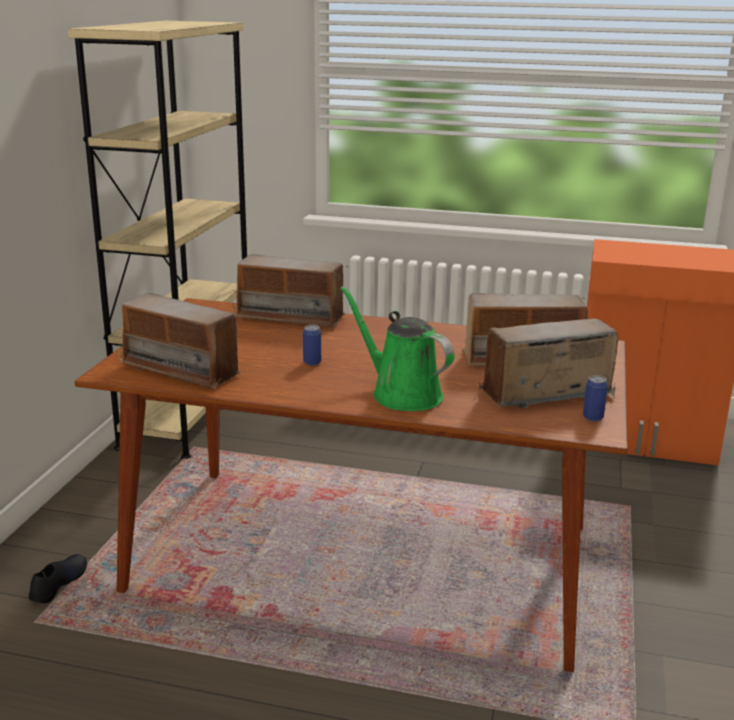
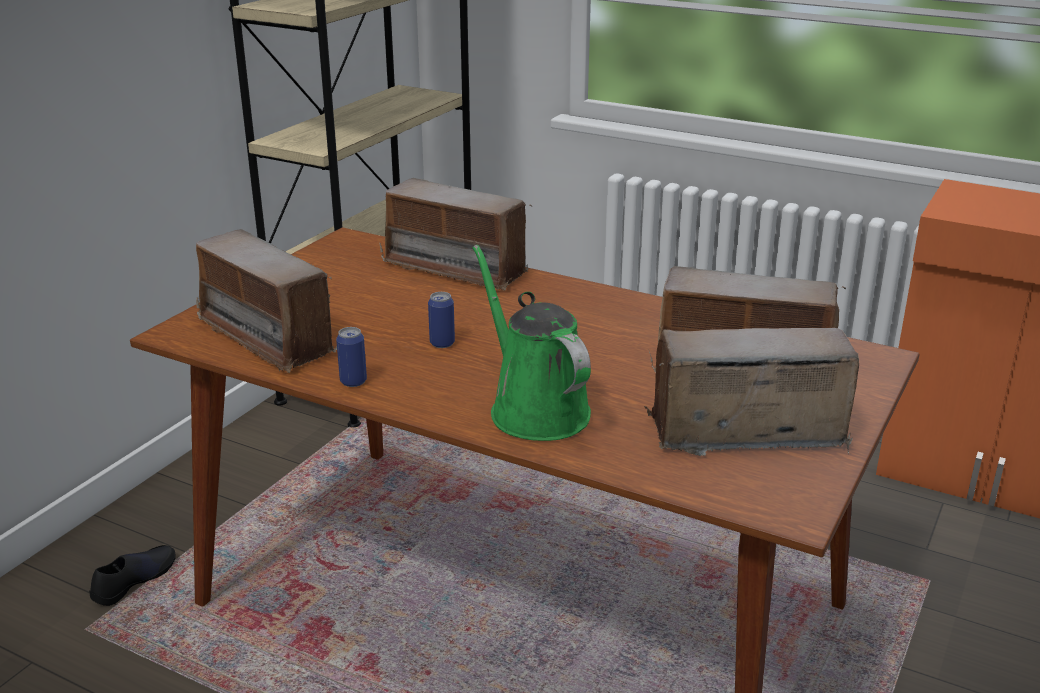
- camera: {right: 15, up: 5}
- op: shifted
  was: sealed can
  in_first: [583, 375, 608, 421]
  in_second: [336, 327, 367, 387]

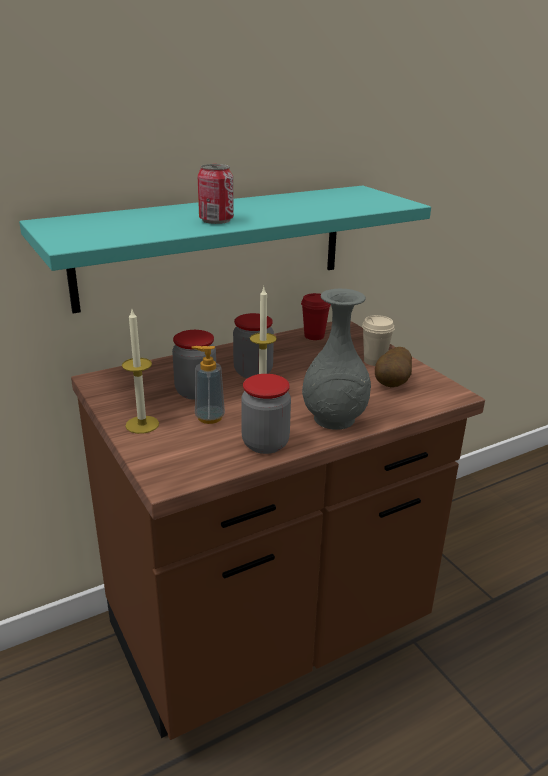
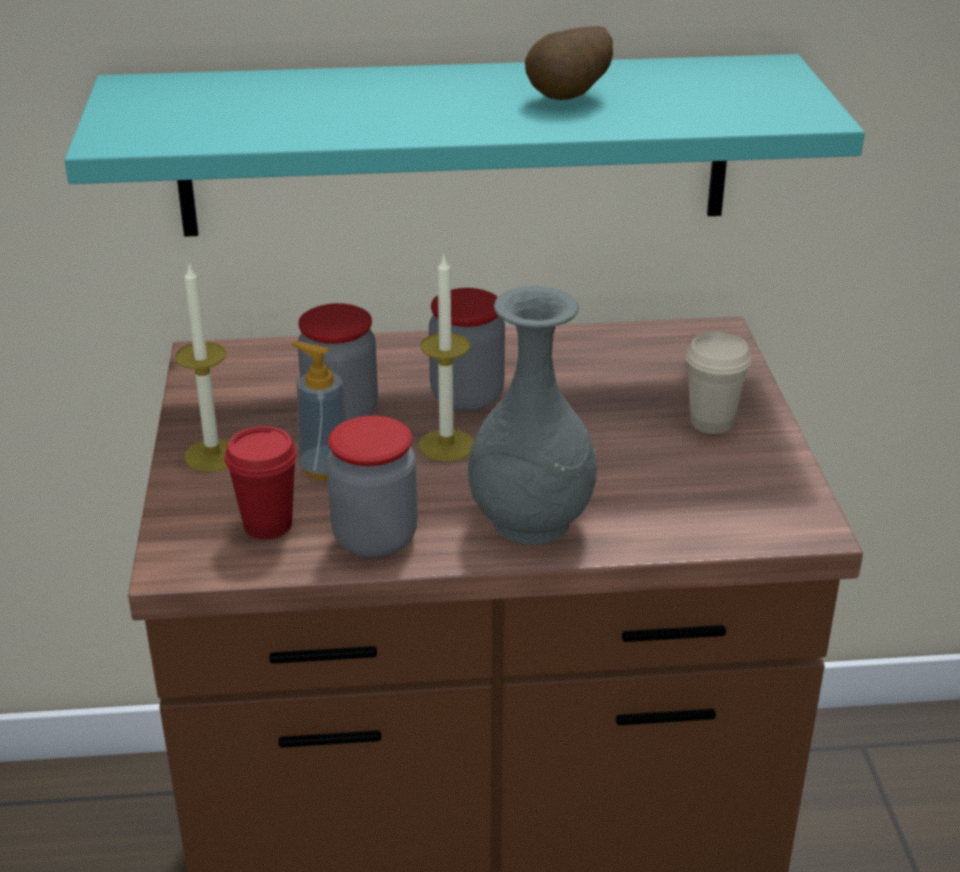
- camera: {right: 25, up: 5}
- op: gone
  was: sealed can
  in_first: [198, 164, 234, 224]
- op: shifted
  was: reddish cup
  in_first: [301, 293, 331, 340]
  in_second: [224, 426, 298, 539]
- op: shifted
  was: whole potato
  in_first: [375, 347, 412, 387]
  in_second: [525, 26, 613, 100]

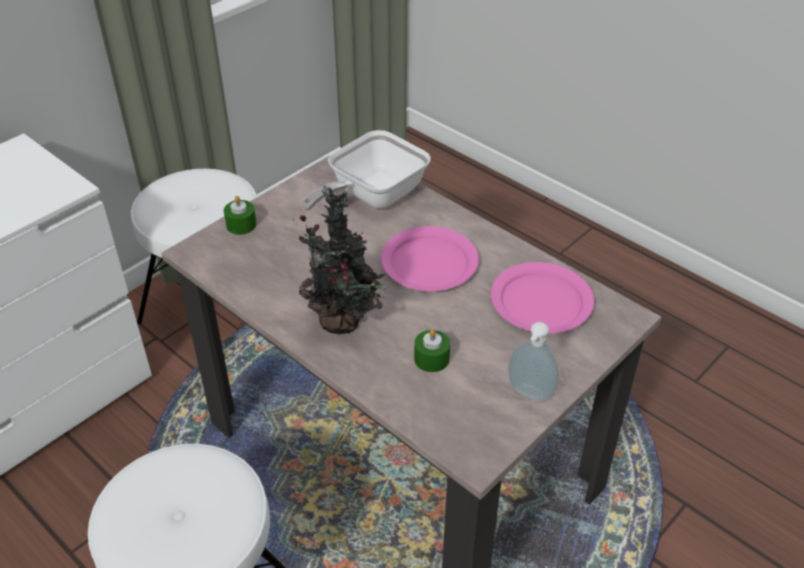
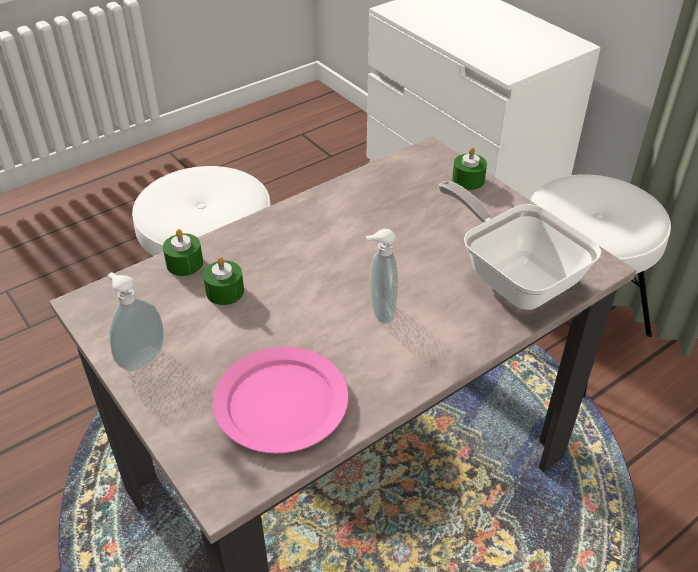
- camera: {right: 100, up: 0}
- op: gone
  was: potted plant
  in_first: [293, 186, 387, 335]
- op: swapped
  was: pink flat dish
  now: soap bottle
  in_first: [381, 226, 479, 291]
  in_second: [366, 229, 398, 324]
- op: new
  now: green-coloured wax candle
  in_second: [163, 229, 203, 276]

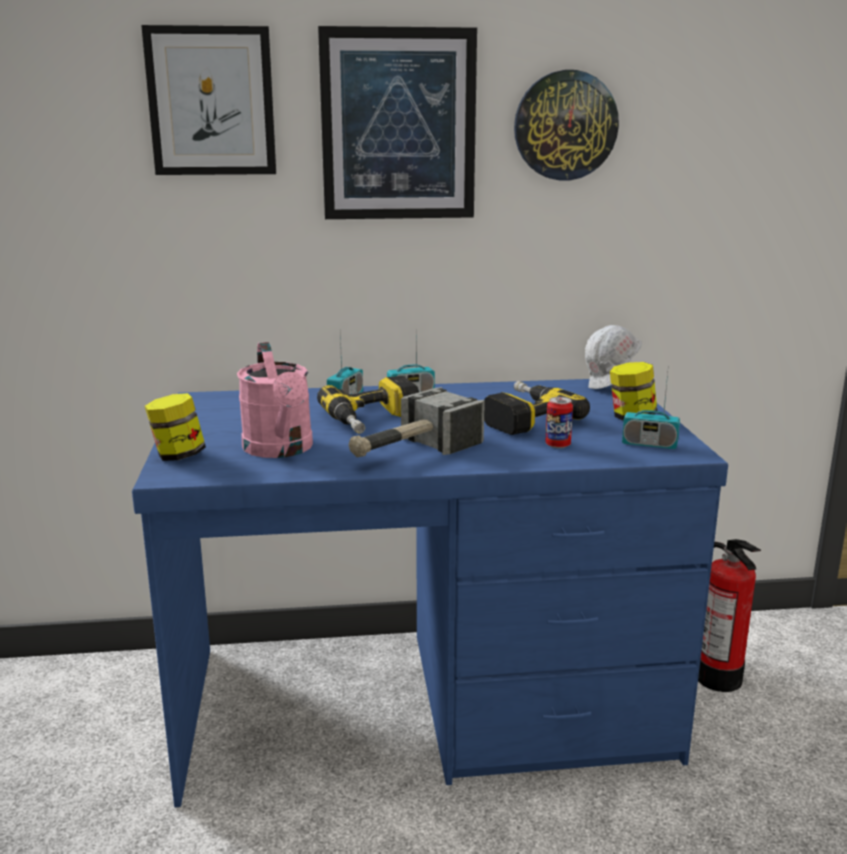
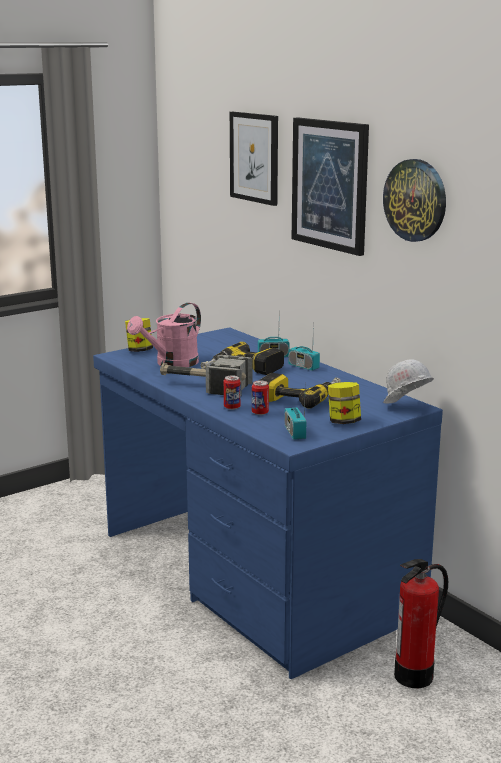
- camera: {right: 60, up: 0}
- op: new
  now: sealed can
  in_second: [224, 376, 241, 410]

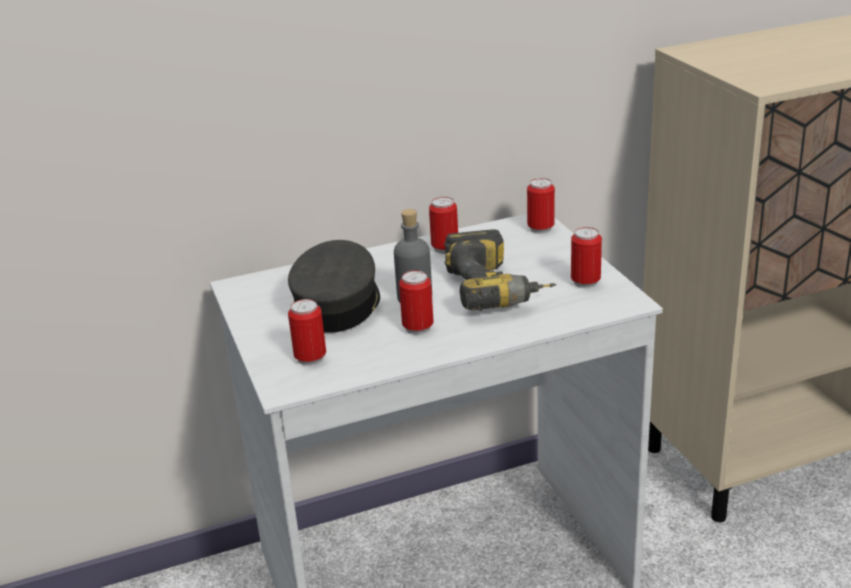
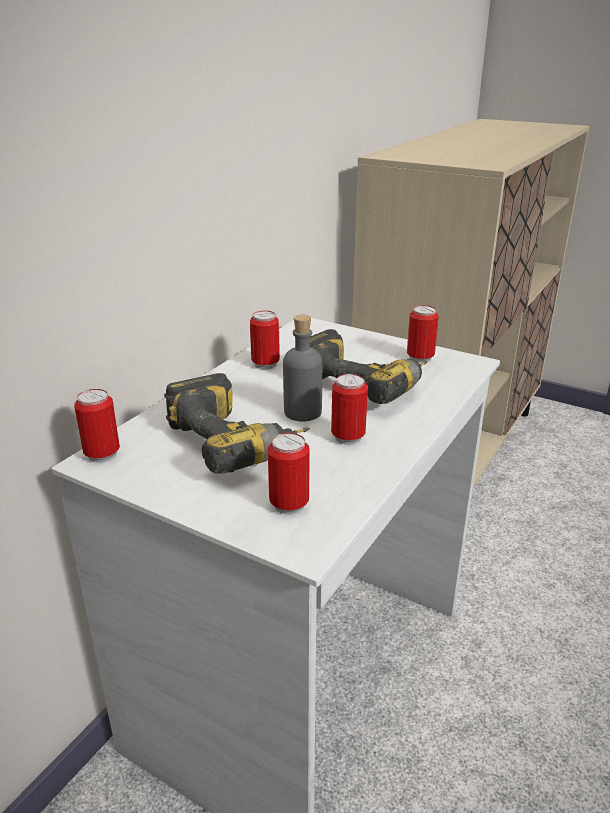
- camera: {right: -40, up: 0}
- op: shifted
  was: sealed can
  in_first: [527, 178, 555, 234]
  in_second: [74, 389, 120, 463]
- op: swapped
  was: gray cap
  now: electric drill
  in_first: [288, 240, 380, 333]
  in_second: [164, 373, 310, 474]

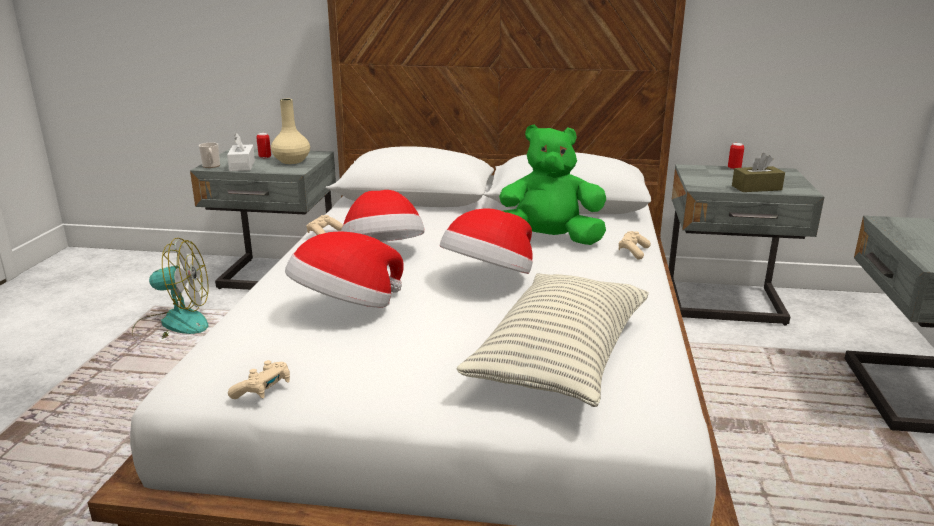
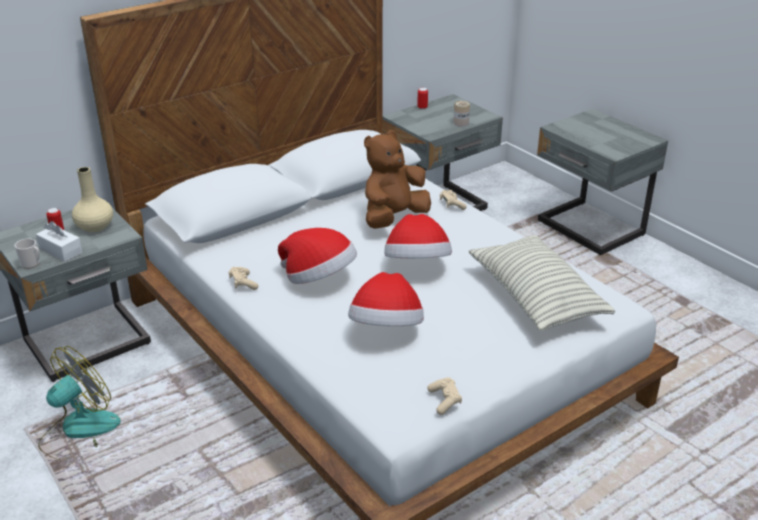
- camera: {right: -45, up: 10}
- op: repainted
  was: green-coloured cuddly toy
  now: brown cuddly toy
  in_first: [499, 124, 606, 245]
  in_second: [364, 130, 431, 229]
- op: swapped
  was: brown tissue box
  now: sealed can
  in_first: [732, 153, 785, 192]
  in_second: [453, 101, 470, 126]

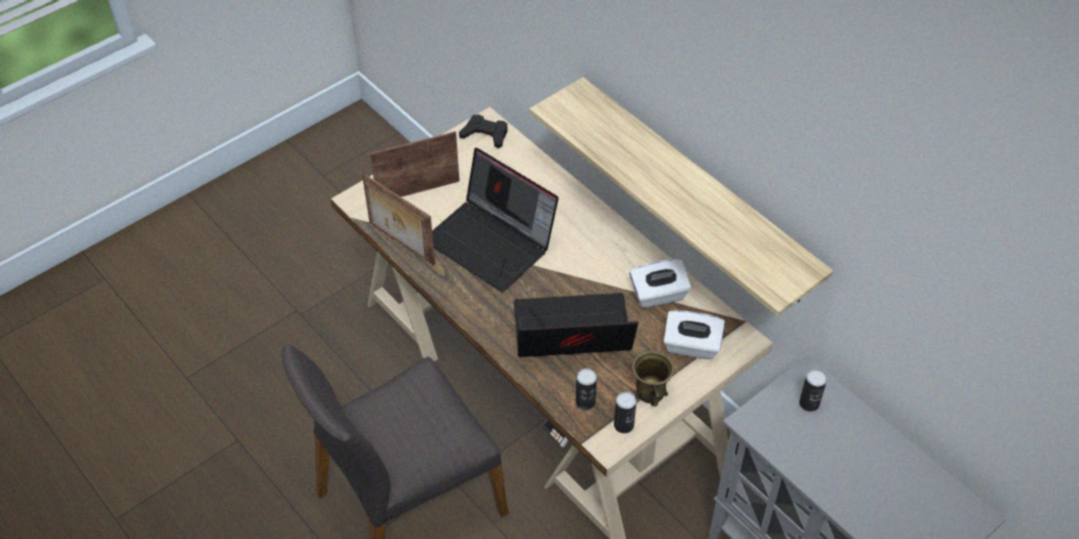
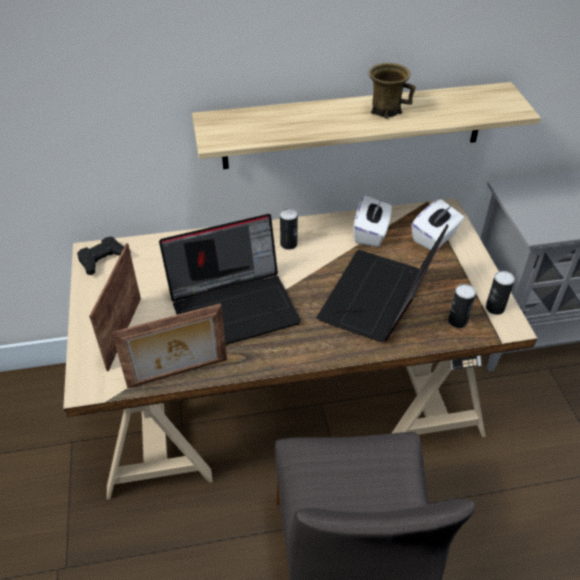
- camera: {right: -60, up: -5}
- op: shifted
  was: brown tea mug
  in_first: [632, 351, 674, 407]
  in_second: [369, 63, 416, 119]
- op: shifted
  was: sealed can
  in_first: [799, 369, 827, 412]
  in_second: [280, 208, 298, 250]

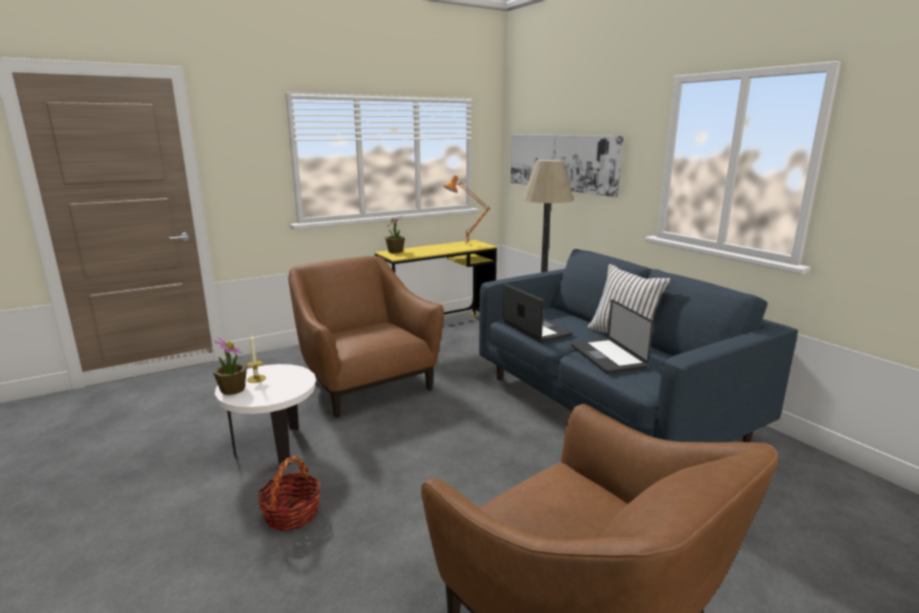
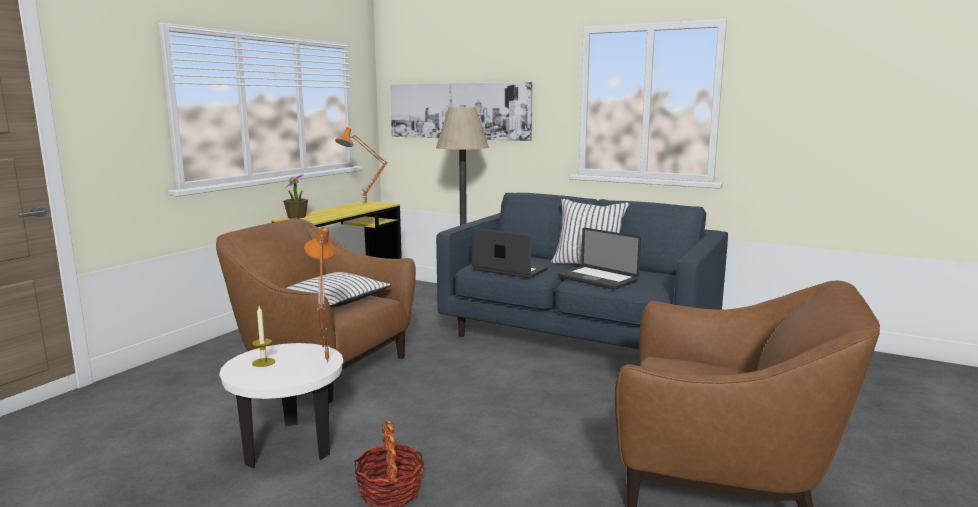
- camera: {right: -30, up: -5}
- op: gone
  was: potted plant
  in_first: [213, 337, 247, 395]
- op: new
  now: orangey table lamp
  in_second: [304, 226, 336, 364]
- op: new
  now: whitish throw pillow
  in_second: [285, 272, 391, 307]

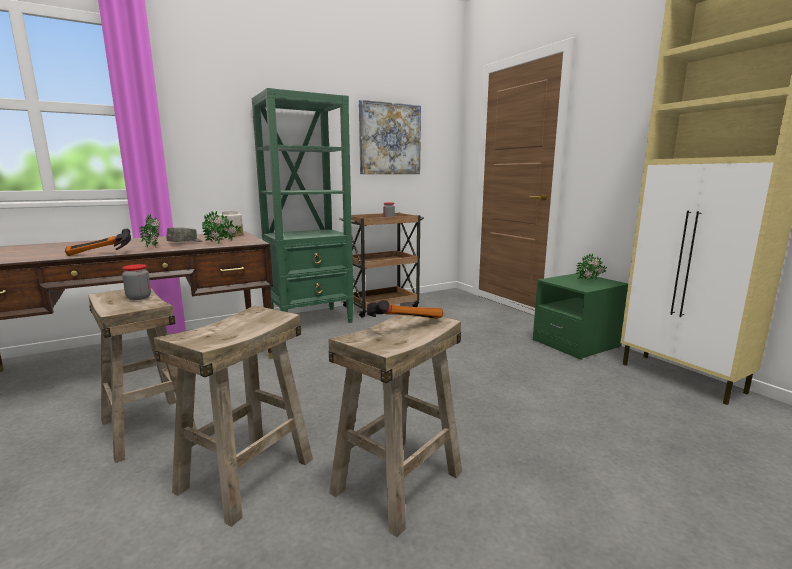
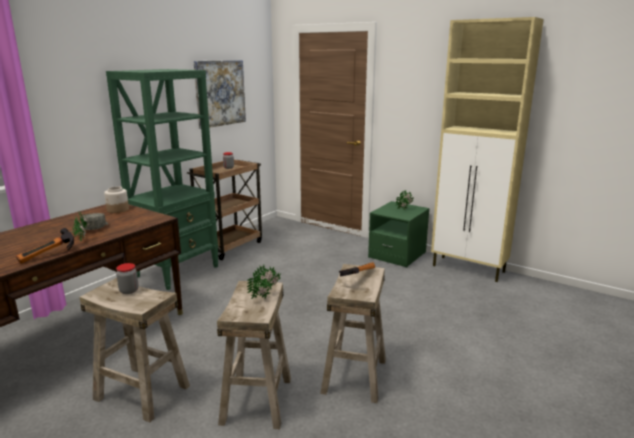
- camera: {right: -25, up: 5}
- op: shifted
  was: potted plant
  in_first: [202, 211, 241, 244]
  in_second: [247, 265, 281, 299]

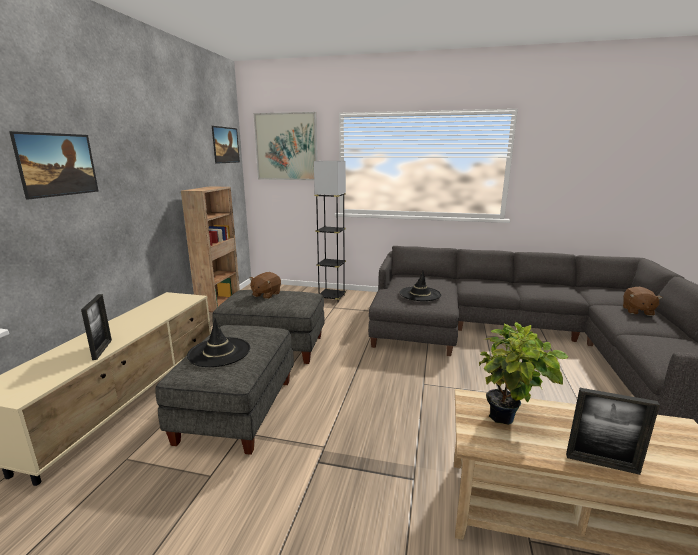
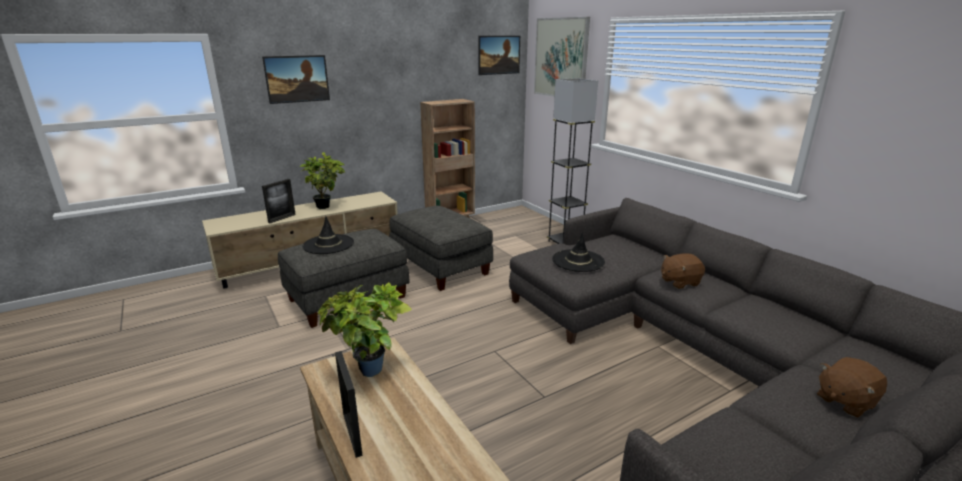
- camera: {right: 45, up: 5}
- op: shifted
  was: brown cuddly toy
  in_first: [249, 272, 281, 299]
  in_second: [661, 253, 705, 289]
- op: new
  now: potted plant
  in_second: [299, 152, 345, 209]

